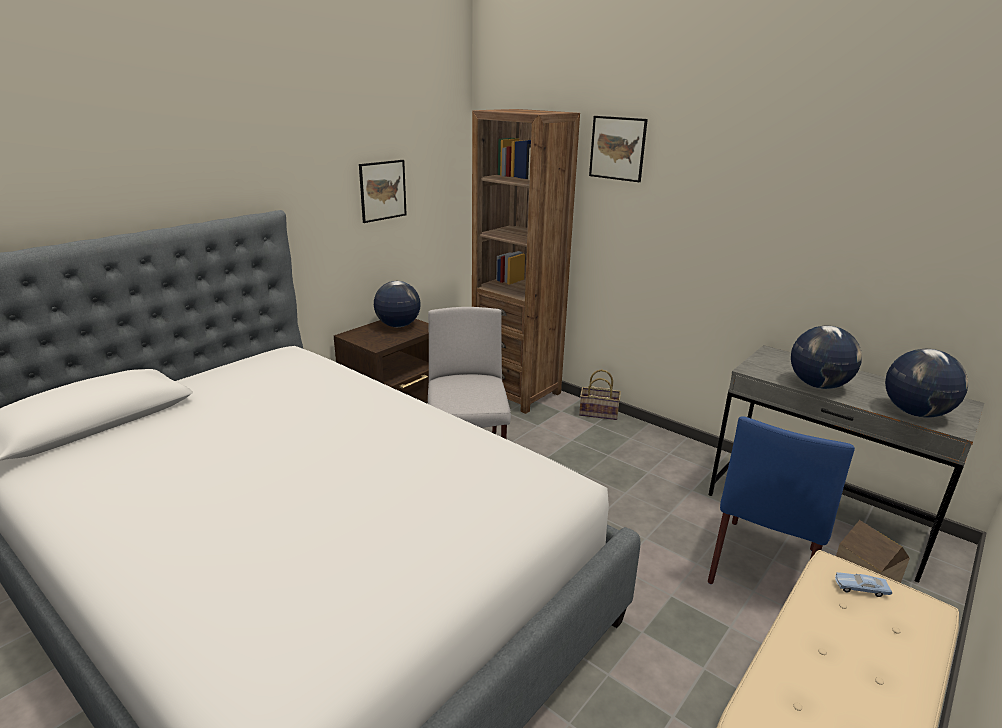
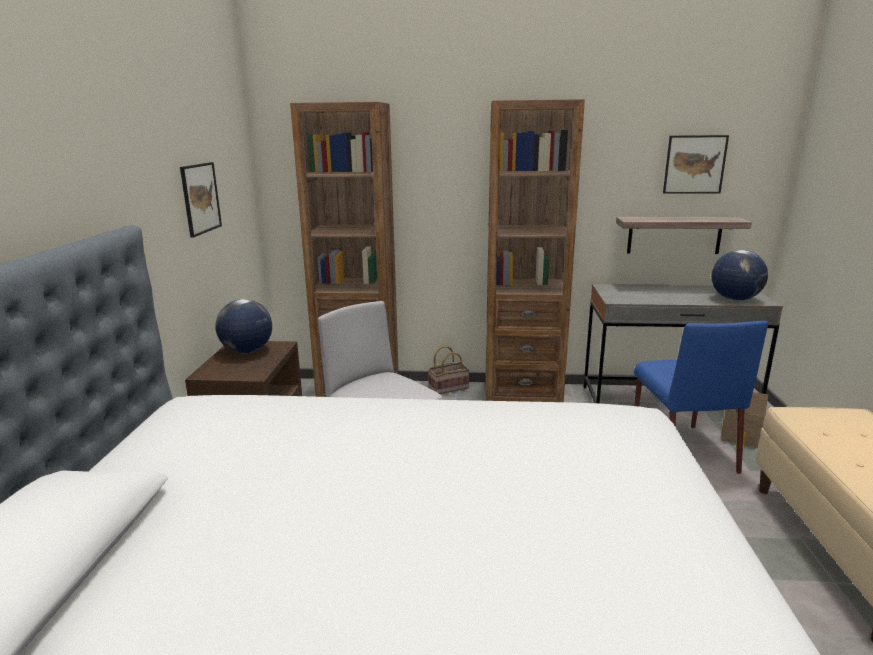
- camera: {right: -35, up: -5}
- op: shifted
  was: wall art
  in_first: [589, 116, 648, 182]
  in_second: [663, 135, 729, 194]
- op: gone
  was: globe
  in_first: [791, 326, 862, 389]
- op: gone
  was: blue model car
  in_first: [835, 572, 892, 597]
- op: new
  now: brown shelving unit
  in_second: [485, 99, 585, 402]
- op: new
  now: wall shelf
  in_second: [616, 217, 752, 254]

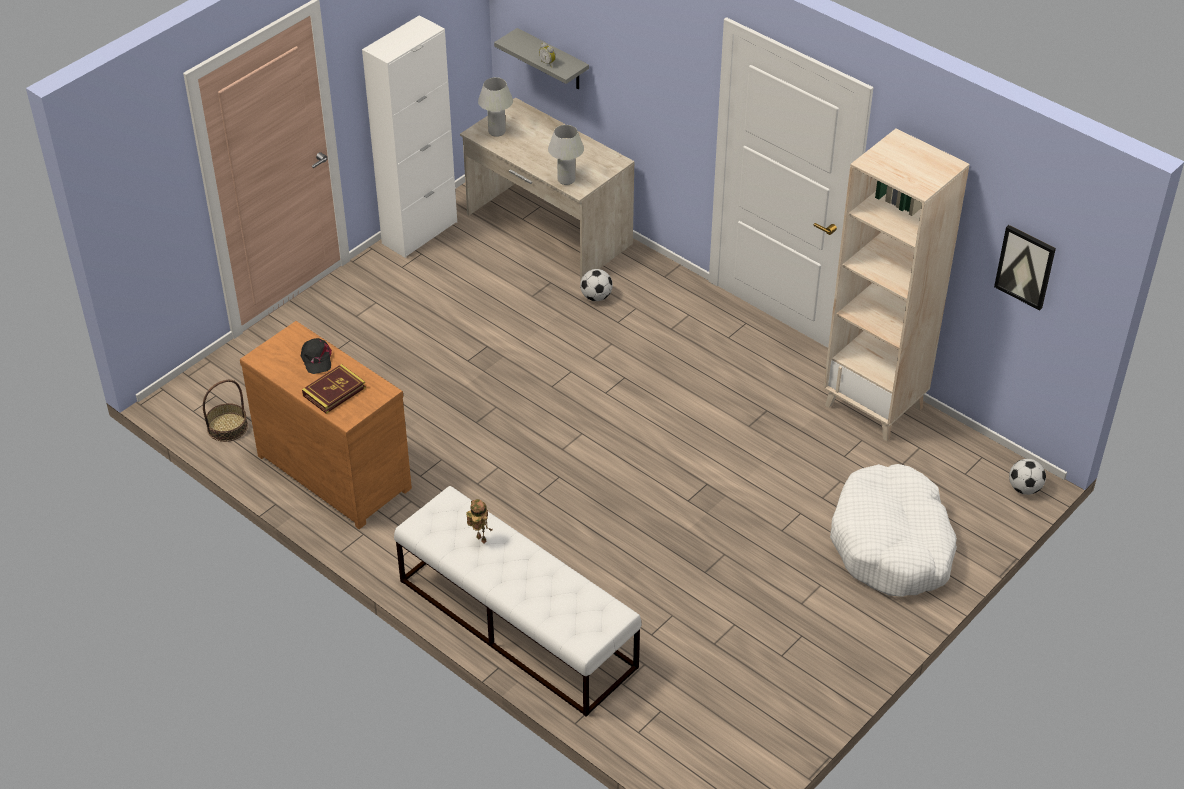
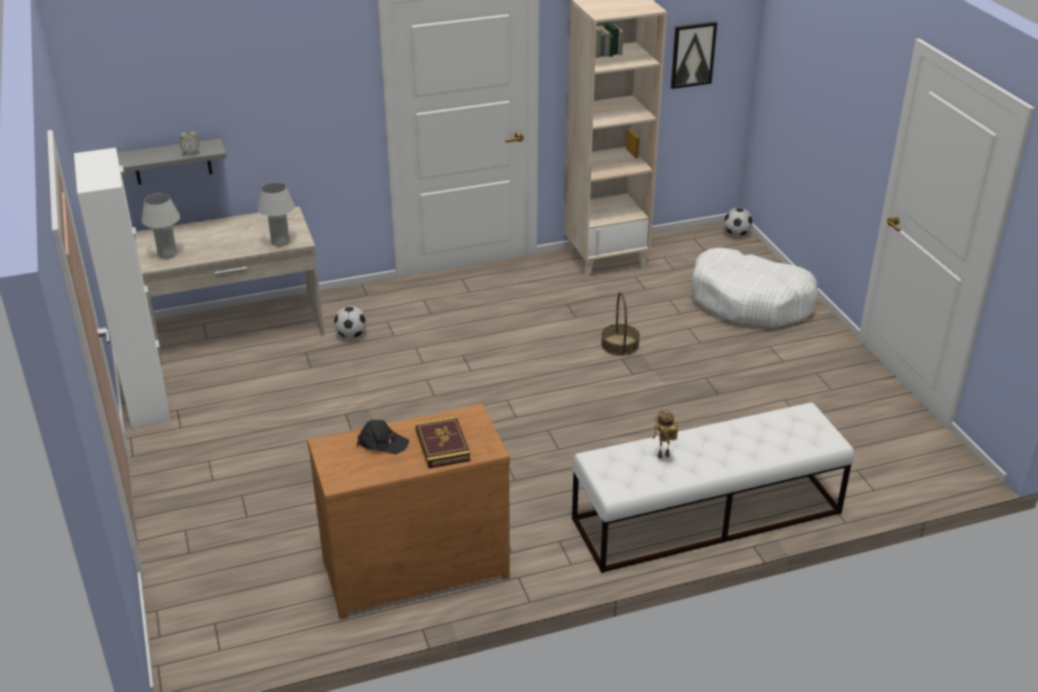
- camera: {right: -60, up: -10}
- op: shifted
  was: household basket
  in_first: [203, 380, 248, 442]
  in_second: [601, 292, 640, 356]

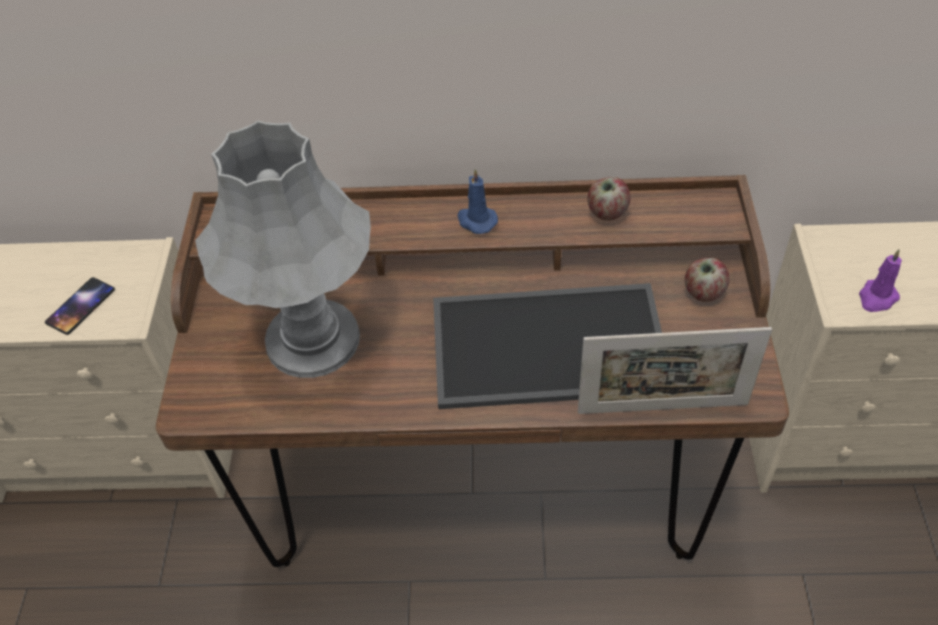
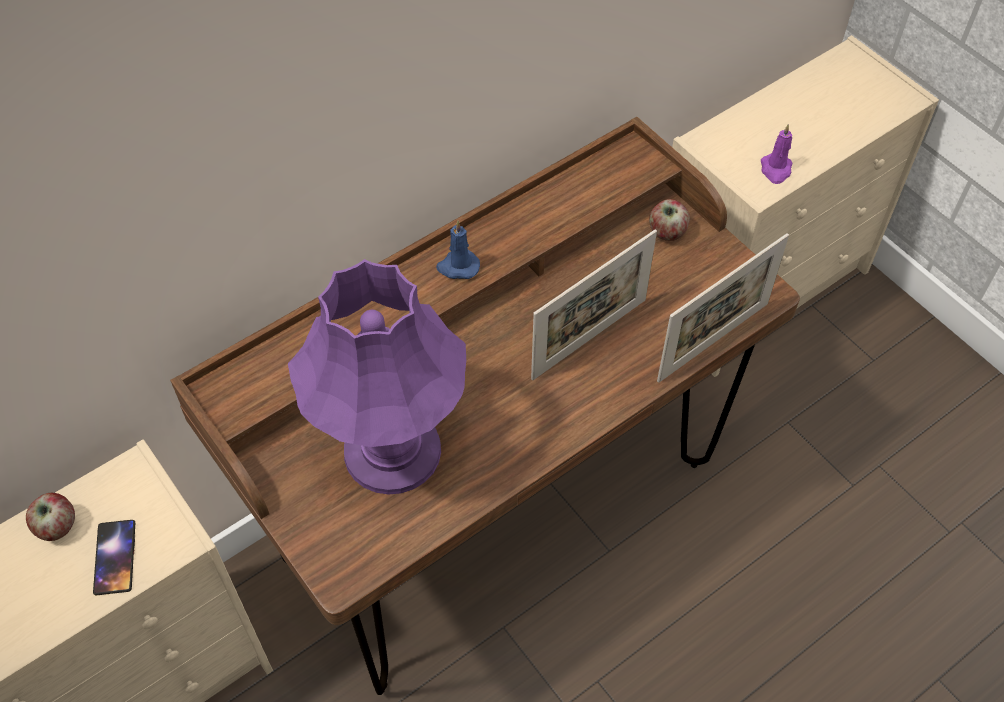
- camera: {right: -40, up: 5}
- op: repainted
  was: gray table lamp
  now: purplish table lamp
  in_first: [195, 120, 371, 378]
  in_second: [288, 259, 466, 495]
- op: shifted
  was: apple fruit
  in_first: [588, 177, 630, 221]
  in_second: [26, 493, 75, 541]
- op: swapped
  was: carrying tray
  now: standing frame
  in_first: [433, 283, 662, 409]
  in_second: [531, 230, 657, 380]

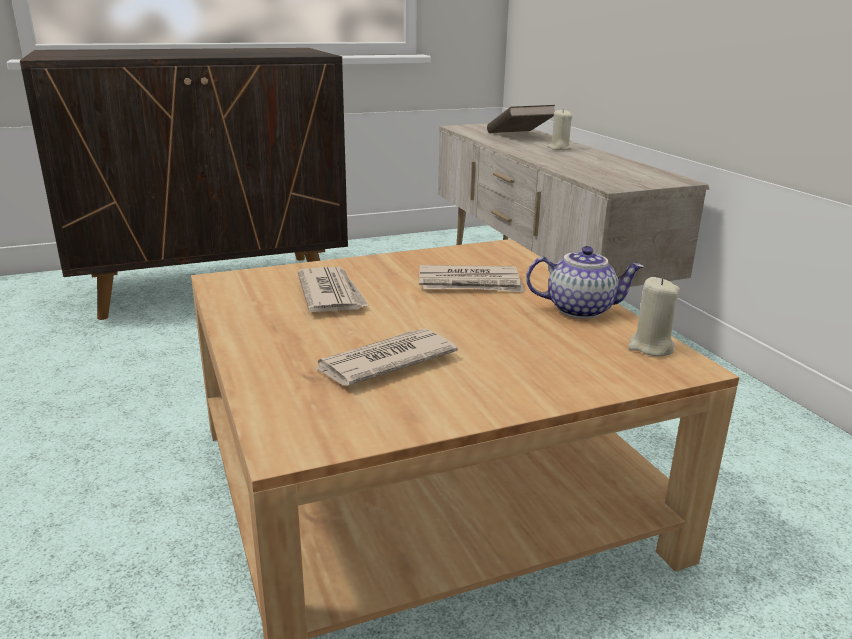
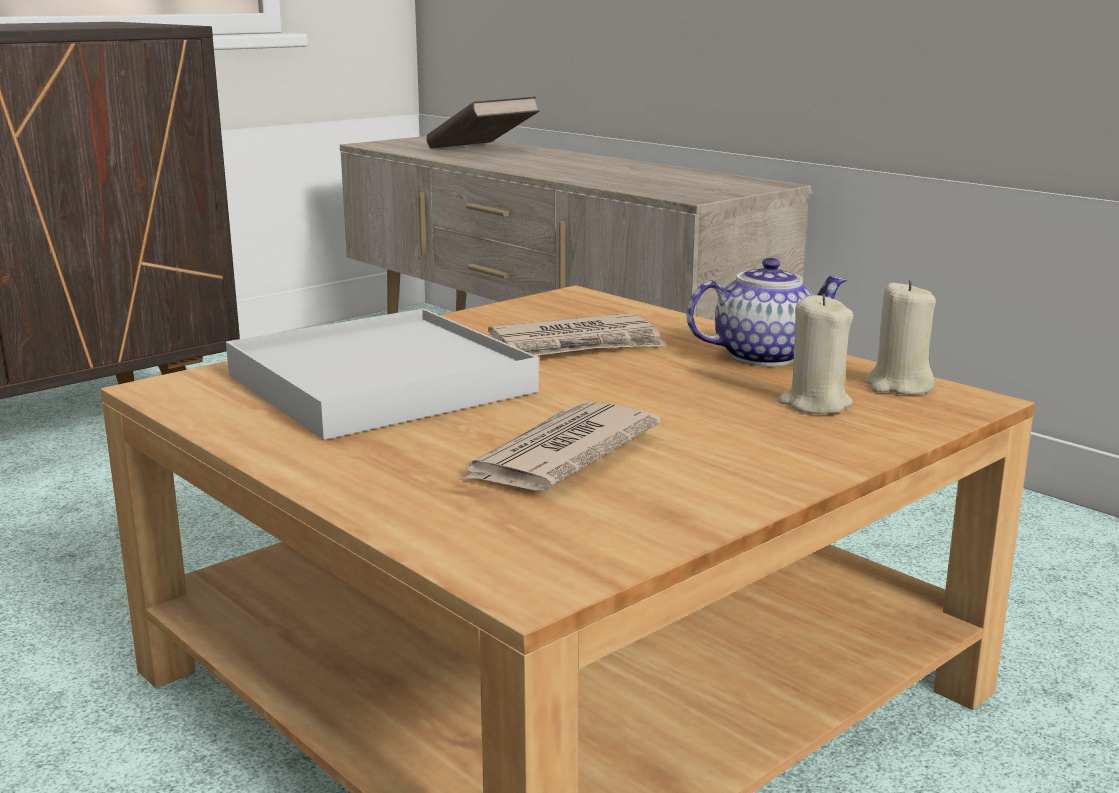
- camera: {right: -20, up: -5}
- op: shifted
  was: beige-coloured wax candle
  in_first: [547, 109, 572, 150]
  in_second: [778, 294, 854, 414]
- op: swapped
  was: daily paper
  now: whitish carrying tray
  in_first: [297, 267, 369, 312]
  in_second: [226, 309, 539, 440]

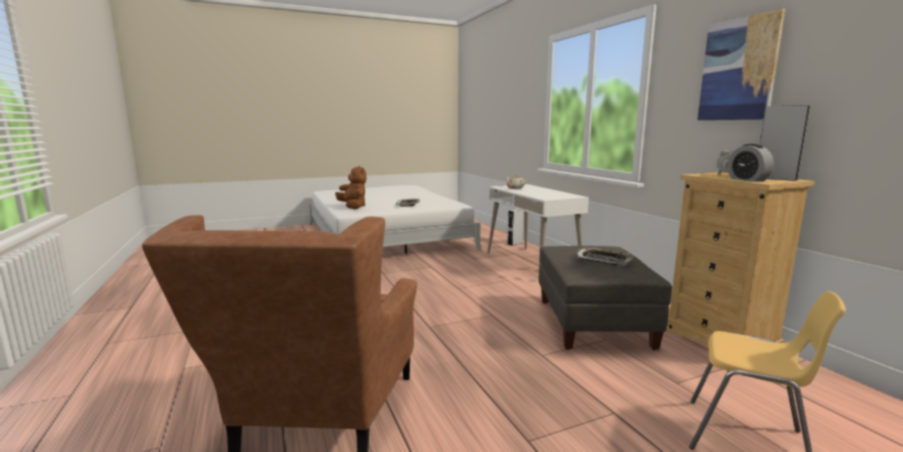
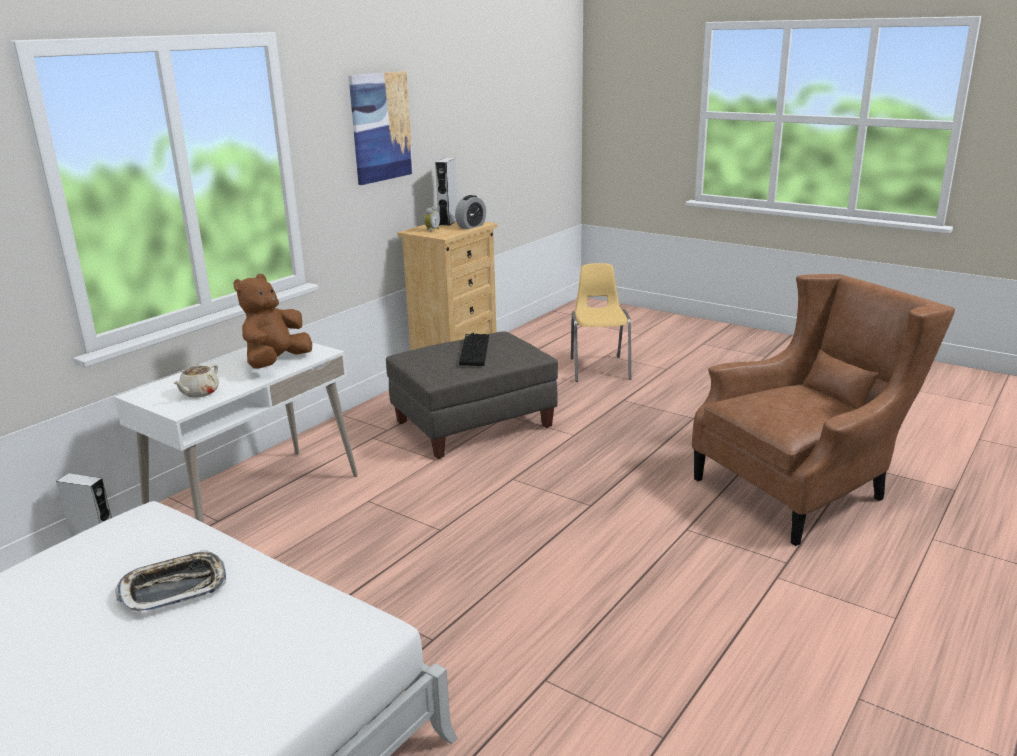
- camera: {right: -120, up: 10}
- op: shifted
  was: brown cuddly toy
  in_first: [335, 166, 367, 209]
  in_second: [233, 274, 312, 369]
- op: swapped
  was: carrying tray
  now: PC keyboard
  in_first: [577, 247, 633, 265]
  in_second: [459, 334, 489, 366]

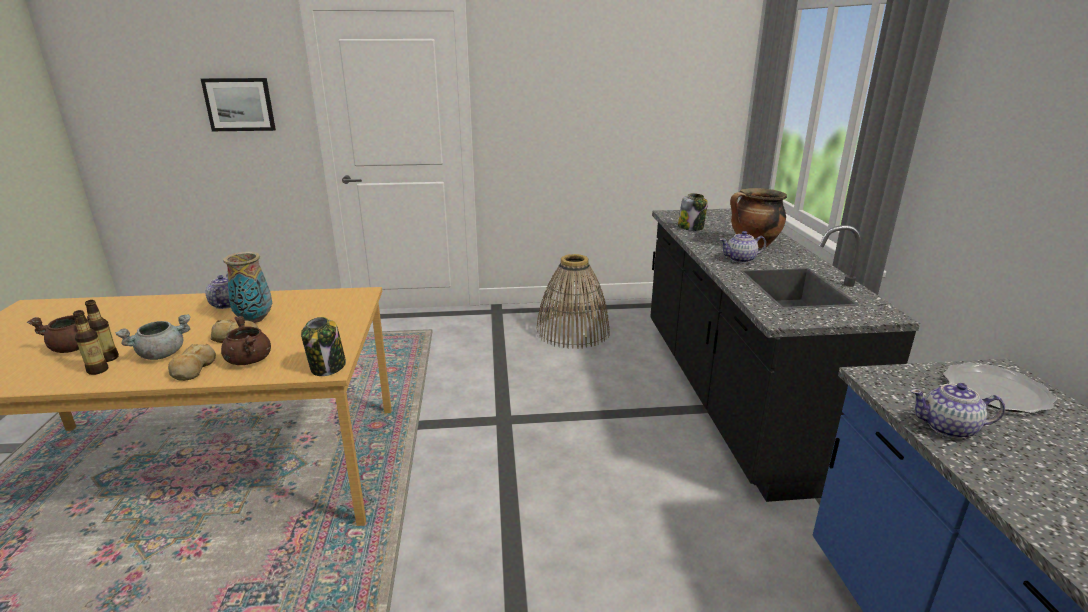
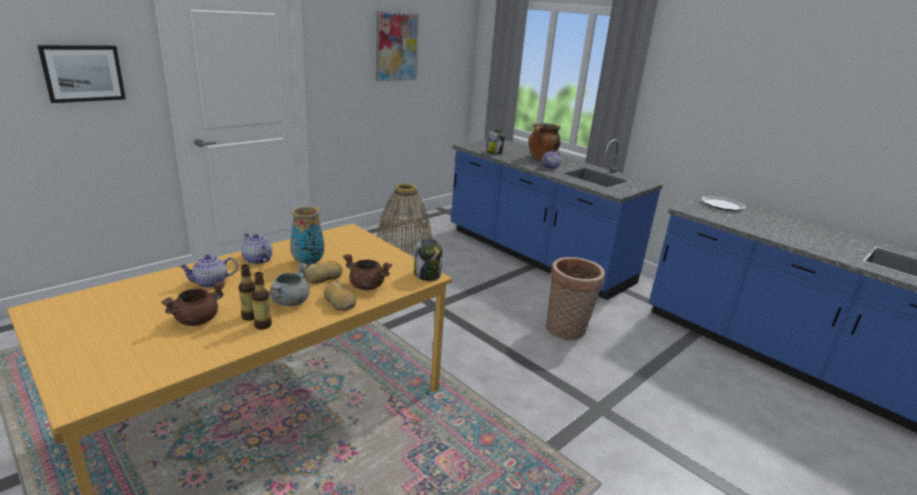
- camera: {right: -40, up: 0}
- op: repainted
  was: black-coloured kitchen base unit
  now: blue kitchen base unit
  in_first: [650, 209, 920, 502]
  in_second: [451, 139, 663, 300]
- op: shifted
  was: teapot
  in_first: [911, 383, 1005, 439]
  in_second: [179, 254, 238, 288]
- op: new
  now: wall art
  in_second: [376, 11, 419, 81]
- op: new
  now: household basket
  in_second: [546, 257, 605, 340]

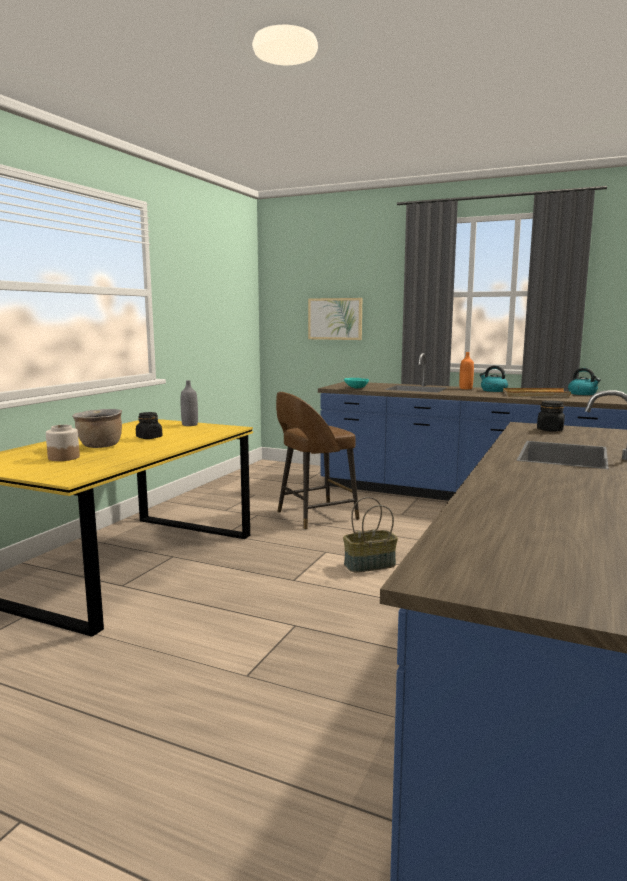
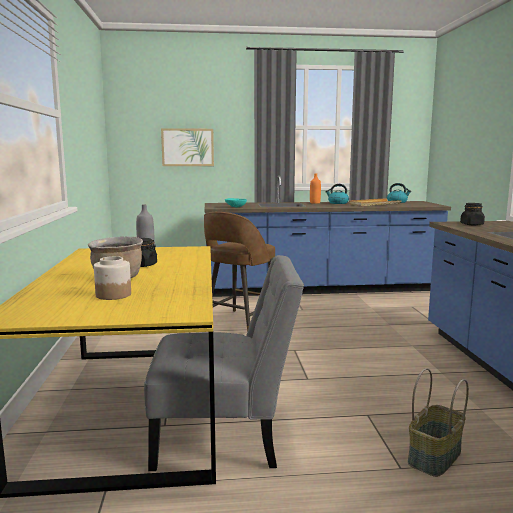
- camera: {right: -30, up: 0}
- op: shifted
  was: household basket
  in_first: [343, 497, 398, 572]
  in_second: [408, 368, 469, 477]
- op: new
  now: gray plain chair
  in_second: [144, 255, 304, 471]

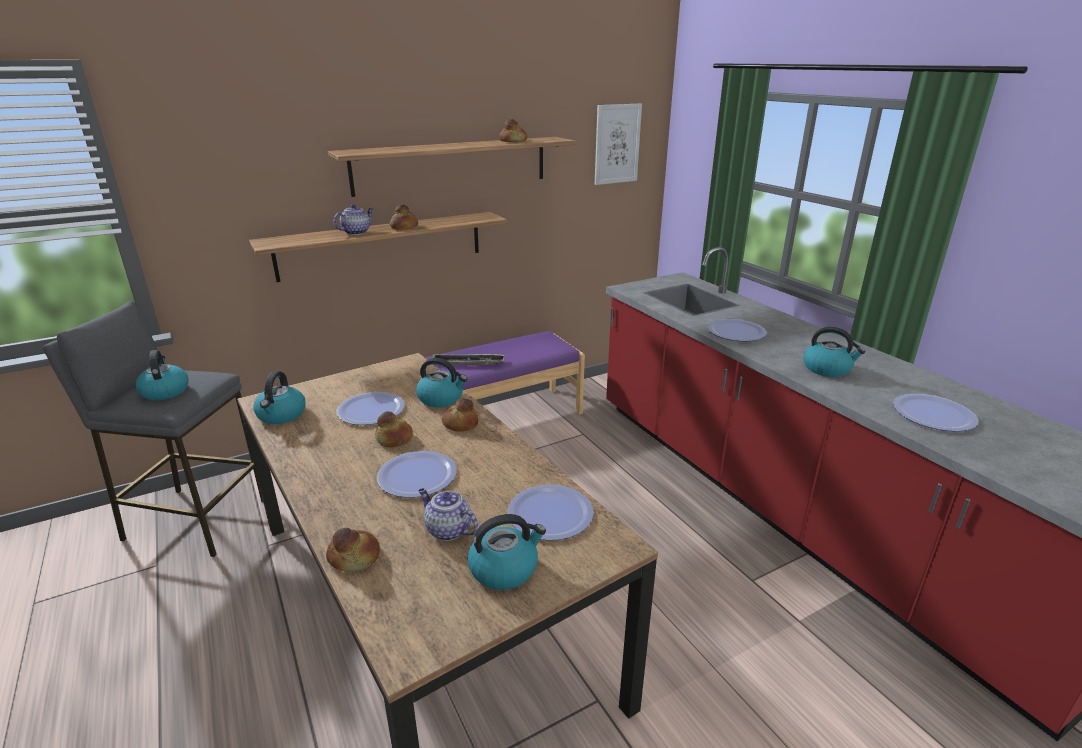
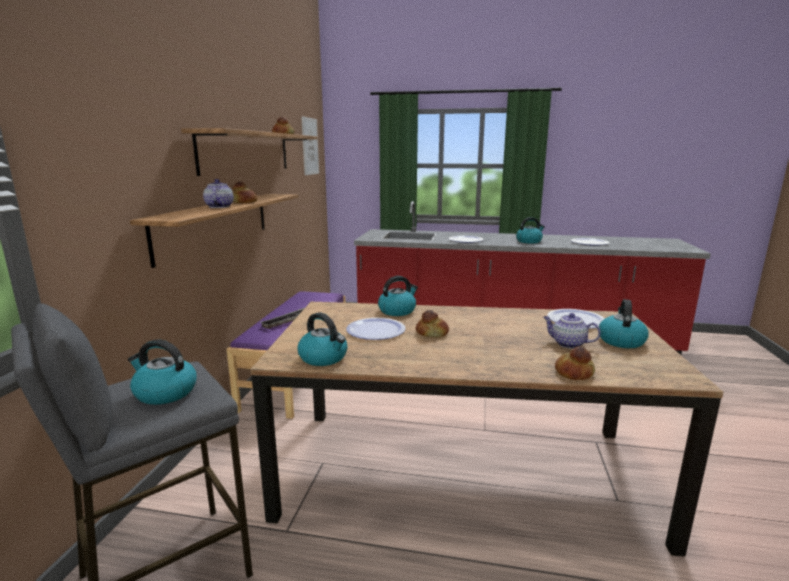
- camera: {right: -50, up: -10}
- op: gone
  was: baked bread
  in_first: [442, 398, 478, 432]
- op: gone
  was: flat dish
  in_first: [377, 451, 457, 498]
- op: rotated
  was: teapot
  in_first: [418, 488, 478, 541]
  in_second: [543, 313, 601, 349]
  clockwise: 45

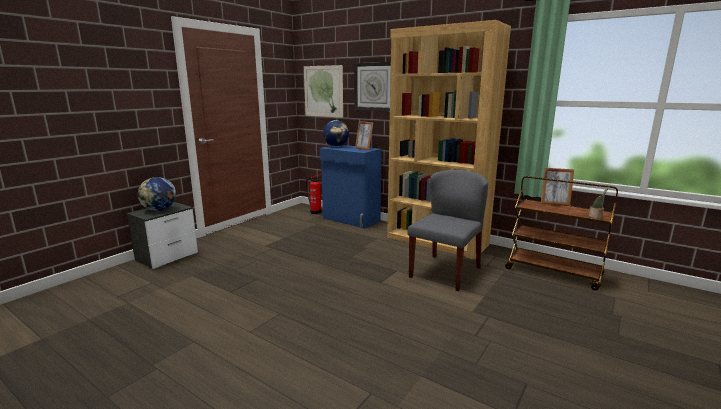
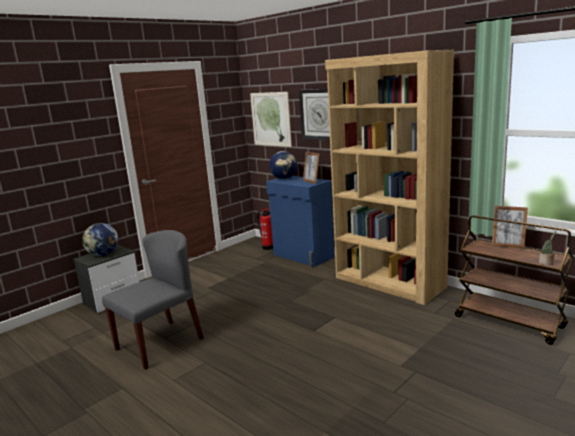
- camera: {right: 10, up: 0}
- op: shifted
  was: gray plain chair
  in_first: [407, 170, 488, 292]
  in_second: [102, 230, 204, 370]

